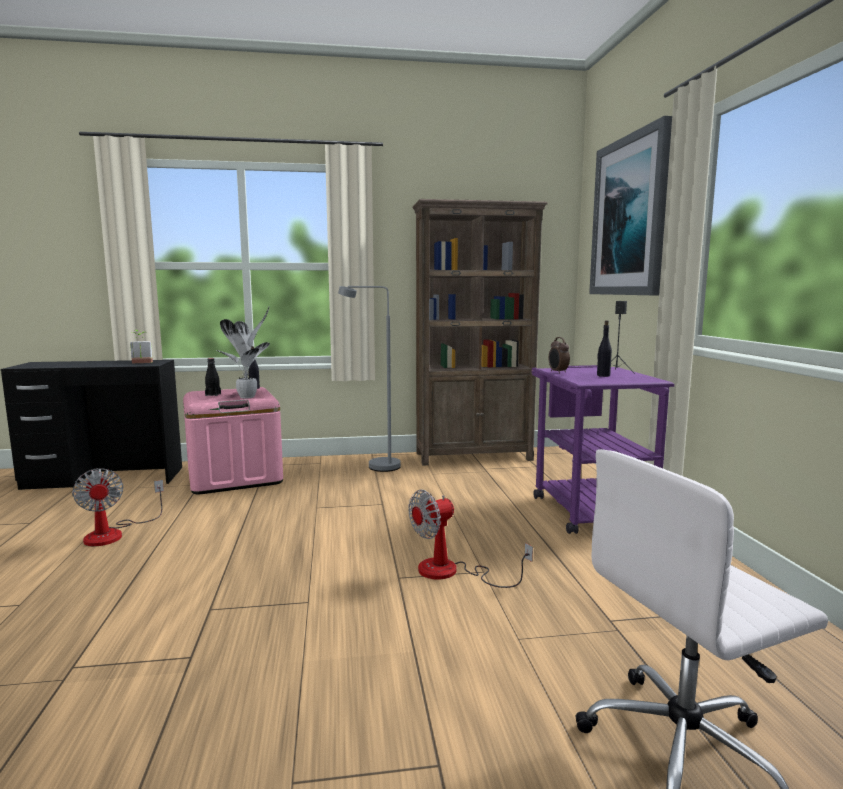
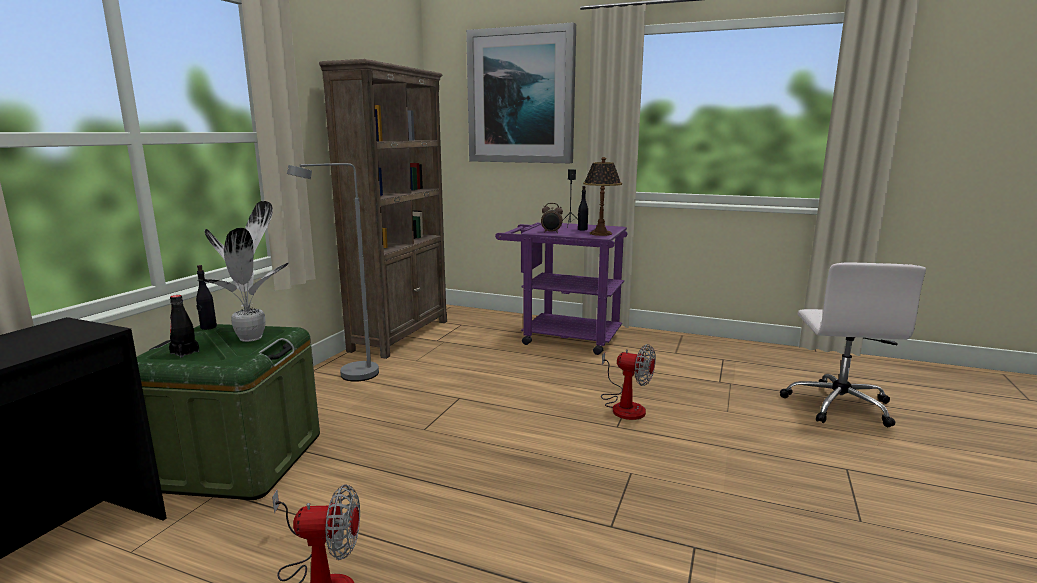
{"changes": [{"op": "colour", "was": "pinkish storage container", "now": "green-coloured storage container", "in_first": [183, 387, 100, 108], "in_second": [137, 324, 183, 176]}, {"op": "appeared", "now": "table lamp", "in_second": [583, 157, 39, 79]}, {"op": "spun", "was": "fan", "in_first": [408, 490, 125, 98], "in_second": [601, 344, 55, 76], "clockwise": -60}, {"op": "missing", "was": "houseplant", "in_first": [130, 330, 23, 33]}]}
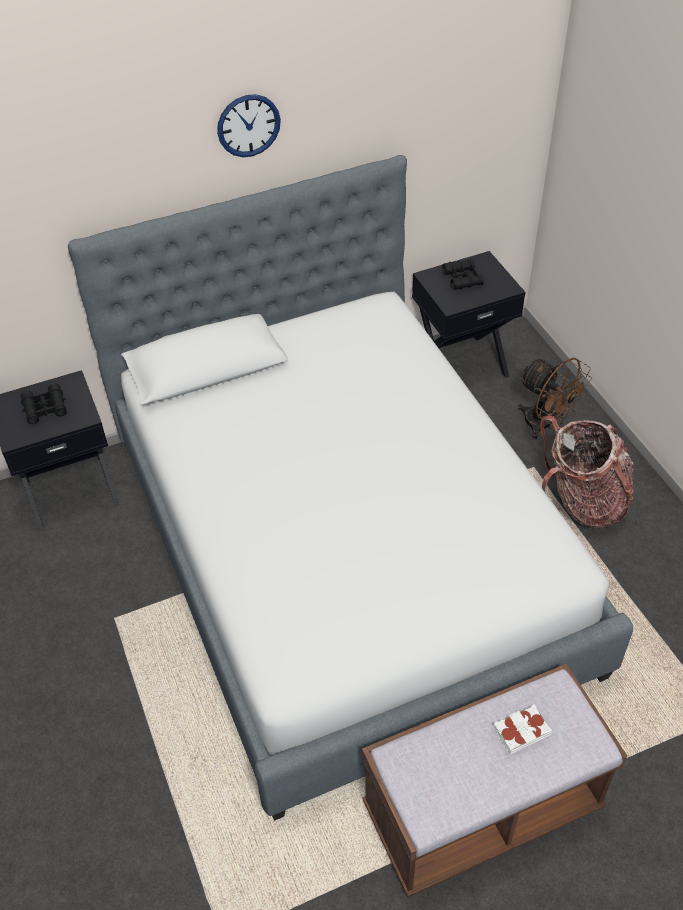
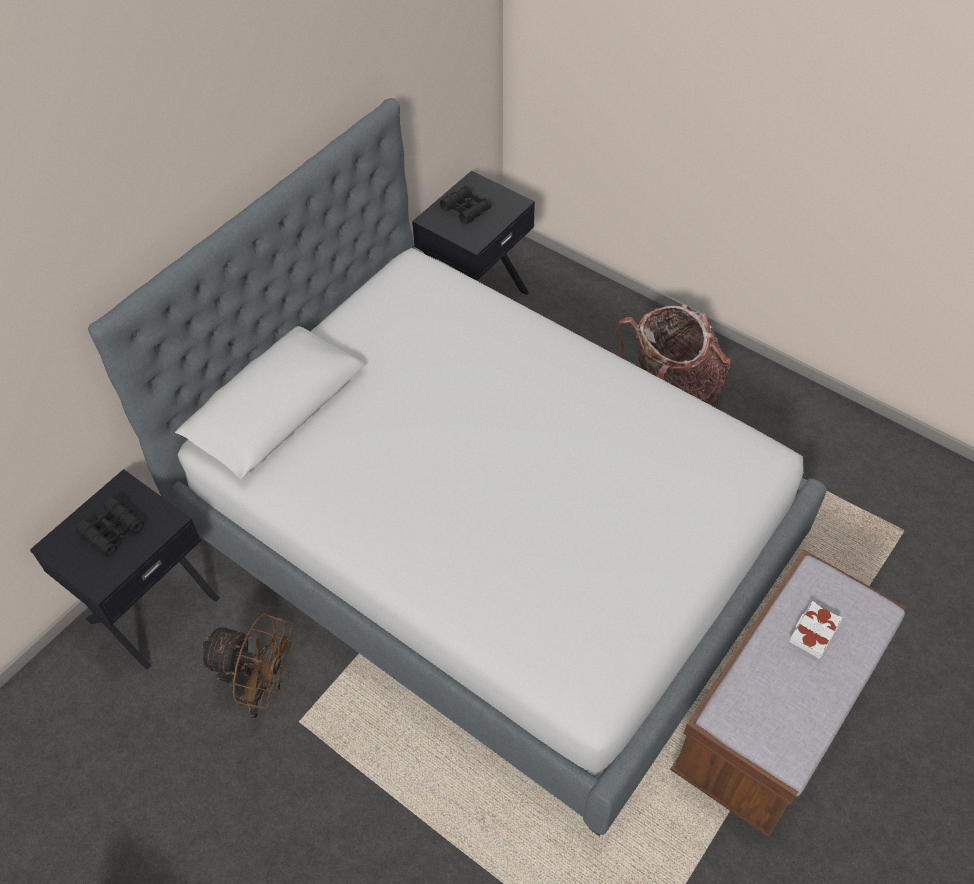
{"changes": [{"op": "relocated", "was": "brownish fan", "in_first": [517, 358, 75, 82], "in_second": [200, 613, 94, 106]}, {"op": "missing", "was": "wall clock", "in_first": [217, 94, 64, 63]}]}
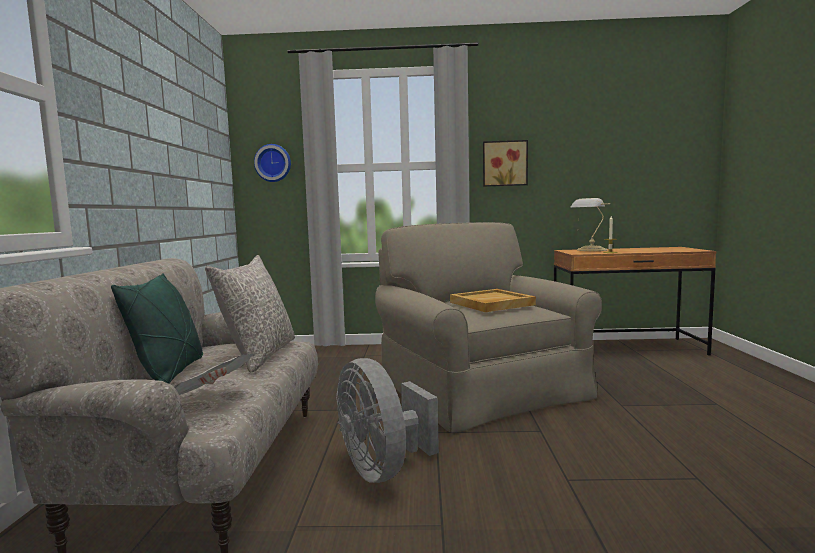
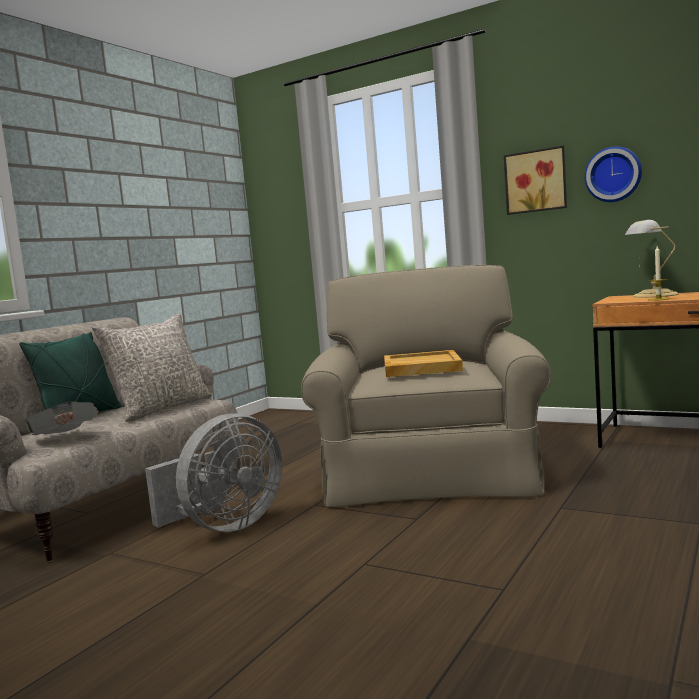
{"changes": [{"op": "spun", "was": "grey fan", "in_first": [336, 358, 103, 125], "in_second": [145, 413, 137, 119], "clockwise": -135}, {"op": "relocated", "was": "wall clock", "in_first": [254, 144, 37, 38], "in_second": [585, 146, 57, 56]}]}
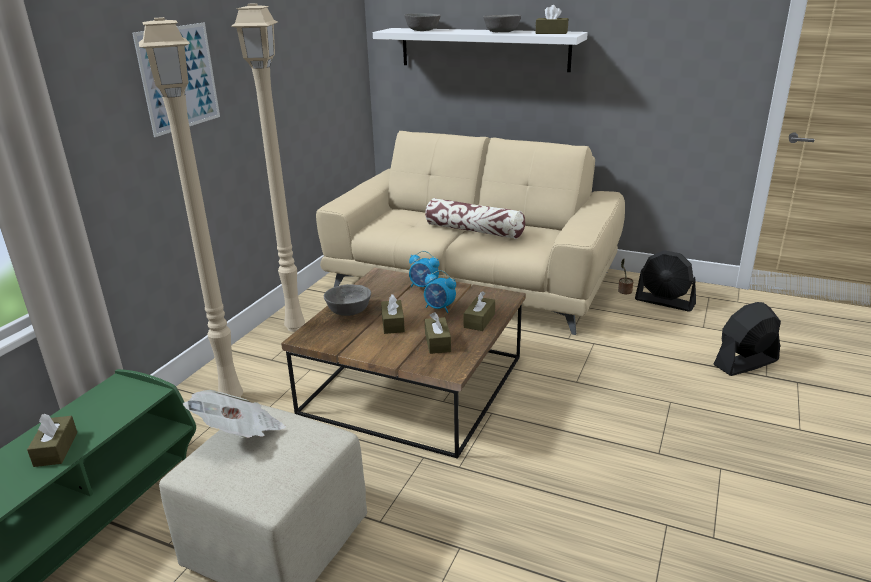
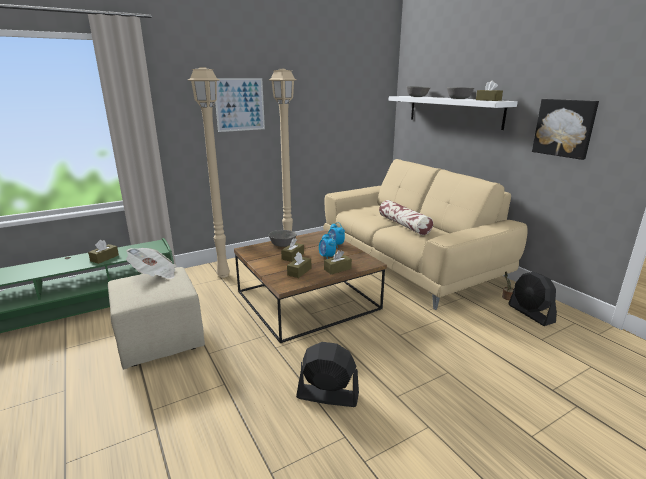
{"changes": [{"op": "relocated", "was": "black-coloured fan", "in_first": [713, 302, 68, 74], "in_second": [296, 342, 63, 65]}, {"op": "appeared", "now": "picture", "in_second": [532, 99, 67, 61]}]}
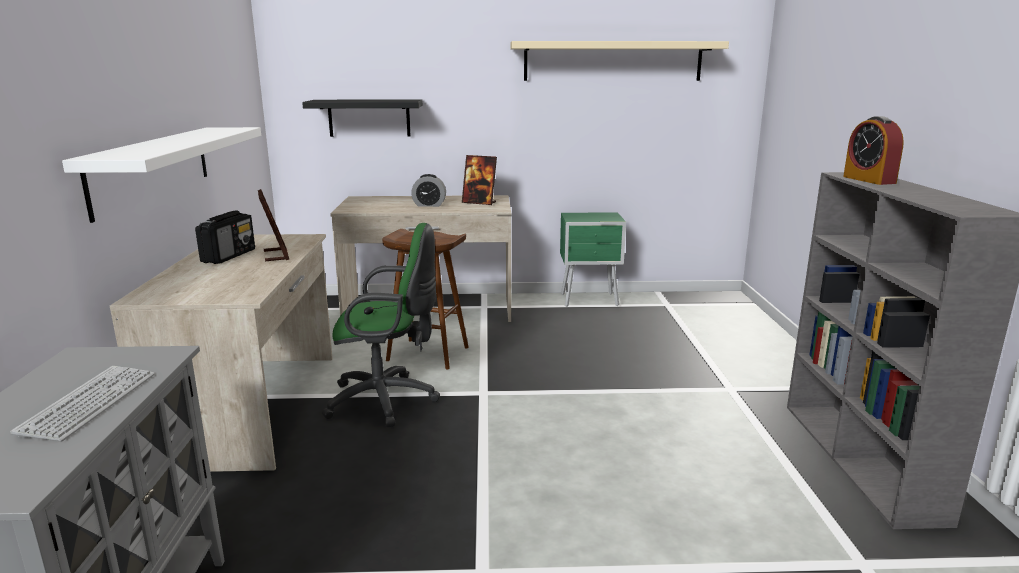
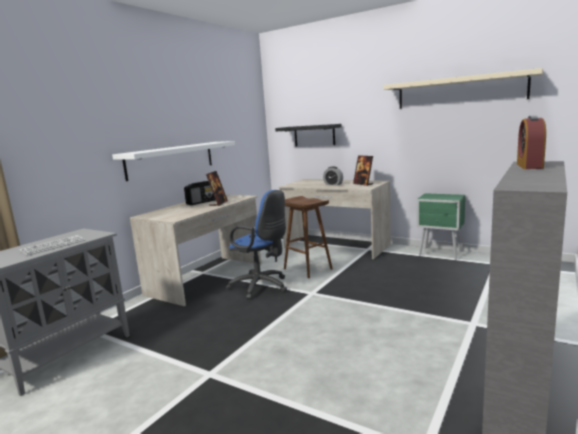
{"changes": [{"op": "colour", "was": "green-coloured office chair", "now": "blue-coloured office chair", "in_first": [322, 223, 118, 204], "in_second": [226, 190, 61, 110]}]}
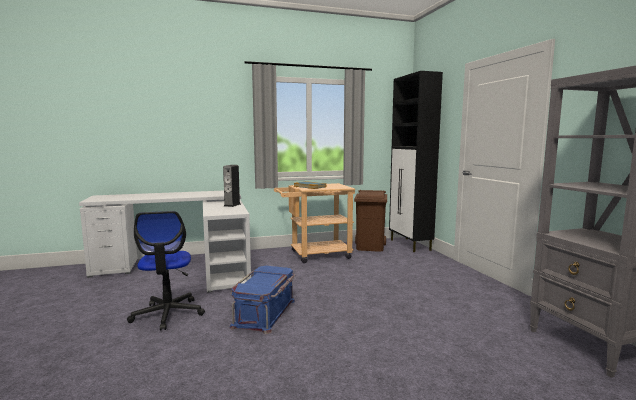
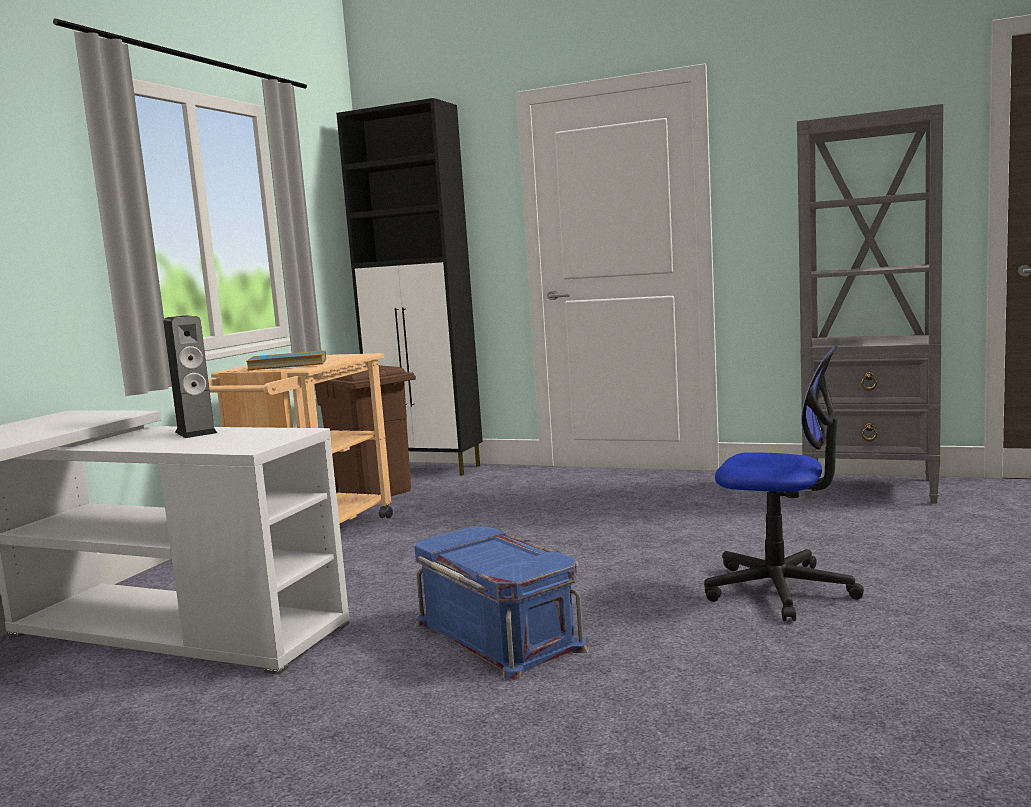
{"changes": [{"op": "relocated", "was": "office chair", "in_first": [127, 211, 78, 120], "in_second": [704, 345, 160, 276]}]}
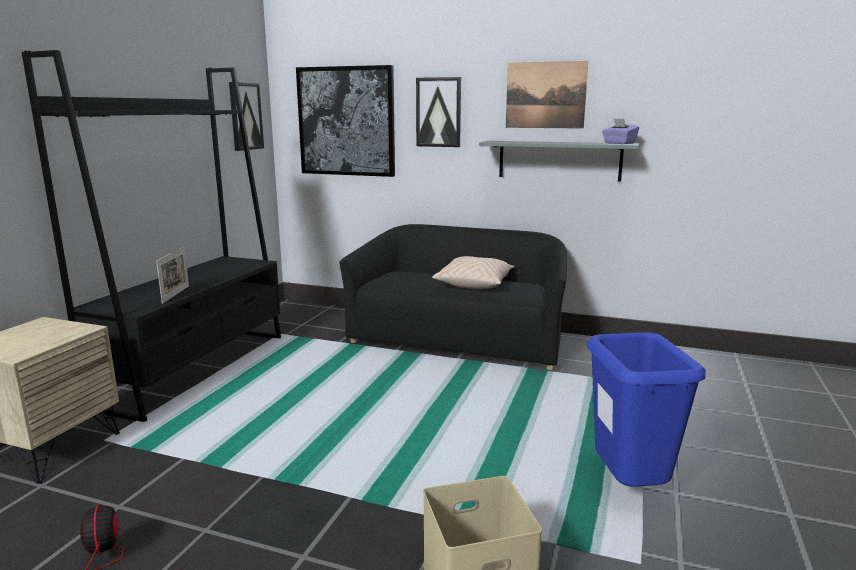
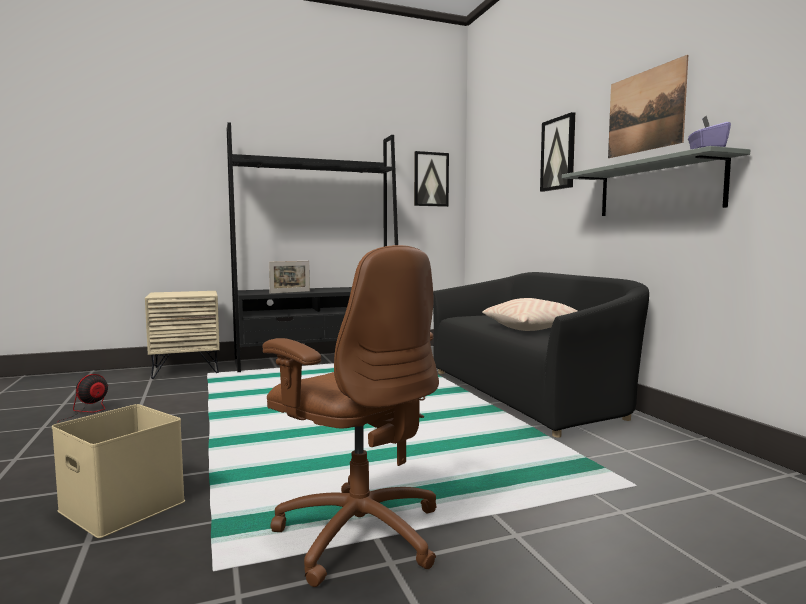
{"changes": [{"op": "exchanged", "was": "blue-coloured trash can", "now": "brownish office chair", "in_first": [587, 332, 119, 155], "in_second": [263, 245, 176, 342]}, {"op": "missing", "was": "picture", "in_first": [296, 65, 99, 112]}]}
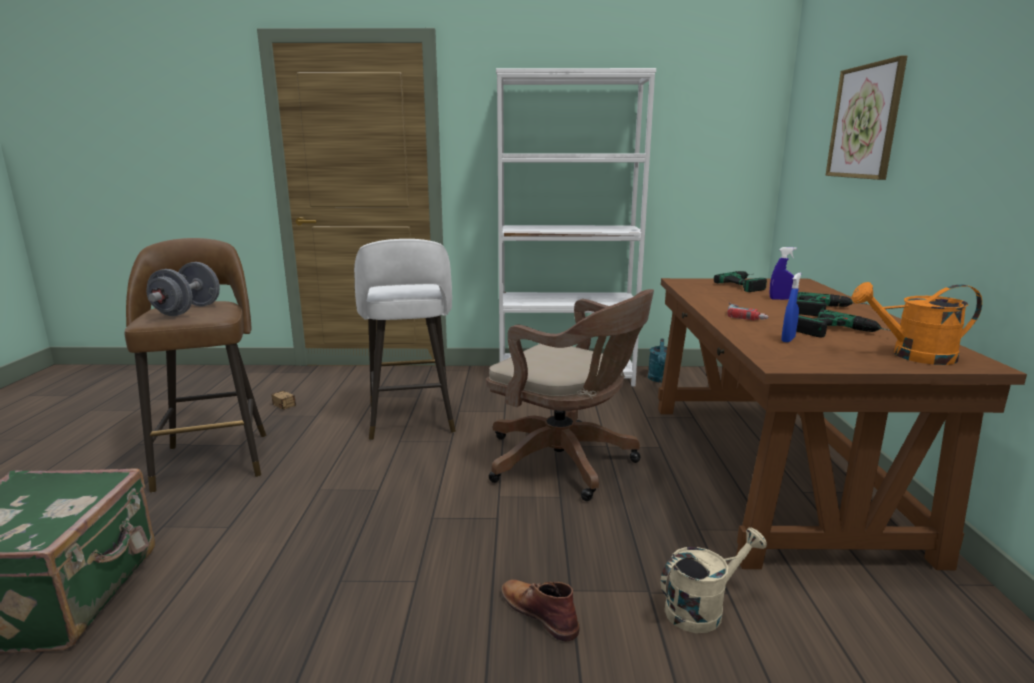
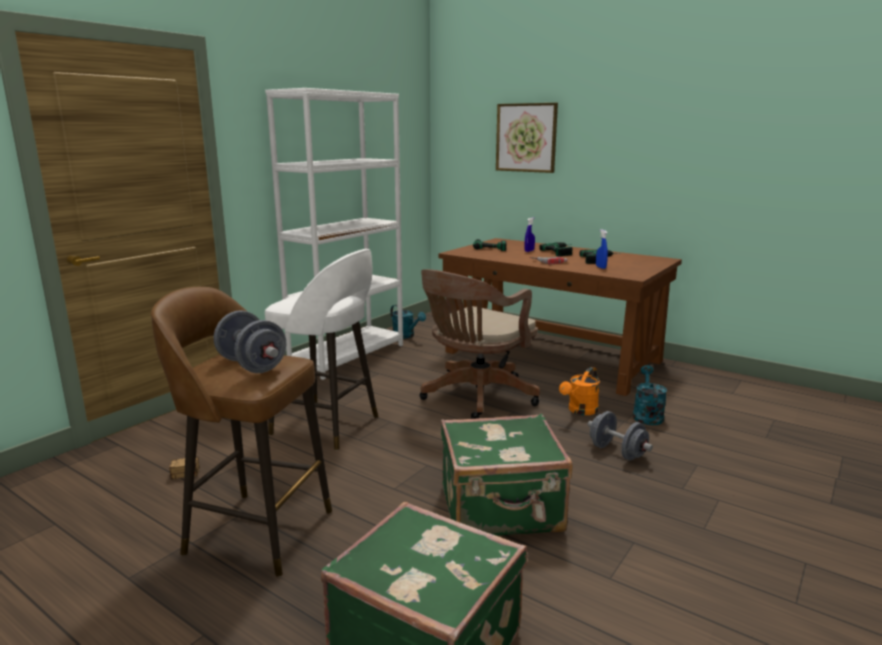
{"changes": [{"op": "spun", "was": "brownish office chair", "in_first": [486, 289, 168, 212], "in_second": [419, 269, 121, 150], "clockwise": 150}, {"op": "appeared", "now": "green-coloured piece of luggage", "in_second": [441, 413, 132, 123]}, {"op": "relocated", "was": "orangey watering pot", "in_first": [851, 282, 131, 83], "in_second": [559, 367, 41, 48]}, {"op": "exchanged", "was": "brownish high-top boot", "now": "grey hand weight", "in_first": [501, 579, 79, 62], "in_second": [588, 411, 65, 49]}, {"op": "colour", "was": "beige watering pot", "now": "blue-green watering pot", "in_first": [661, 528, 106, 105], "in_second": [633, 365, 34, 60]}]}
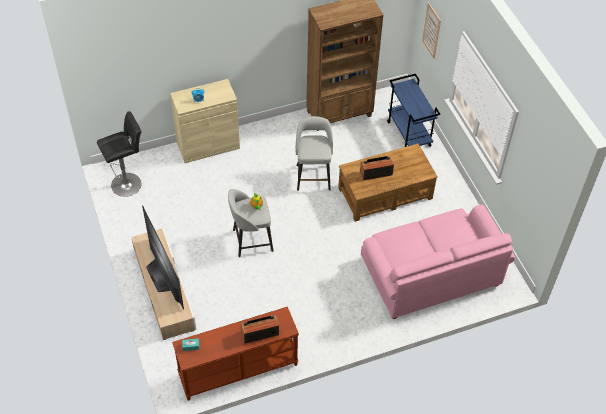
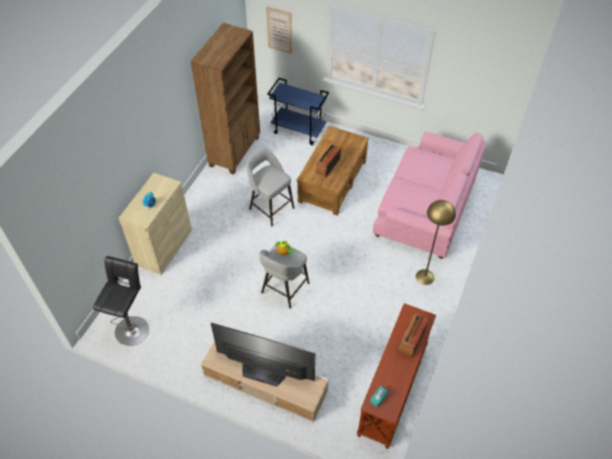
{"changes": [{"op": "appeared", "now": "yellowish standing lamp", "in_second": [416, 200, 40, 85]}]}
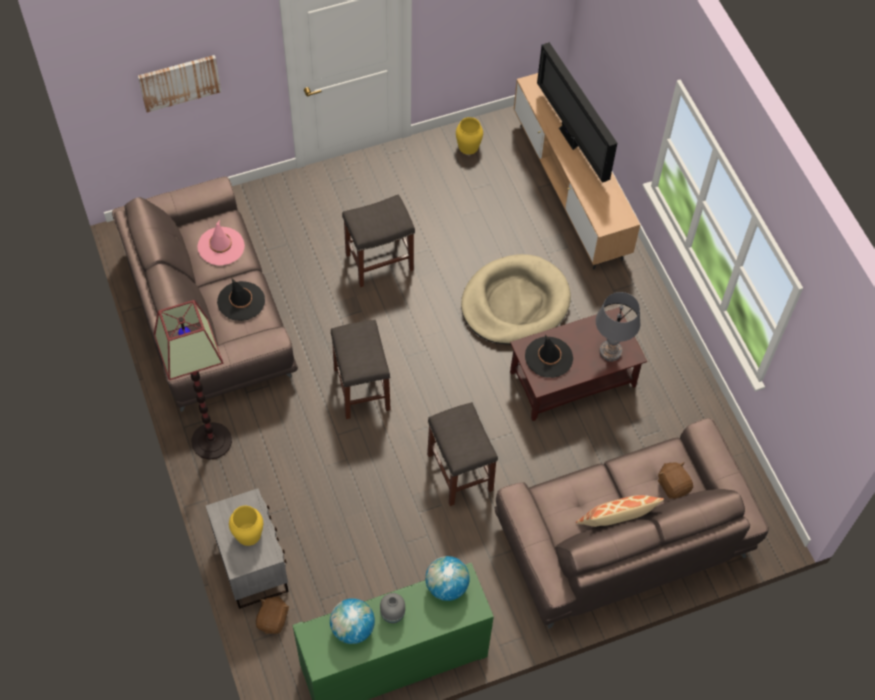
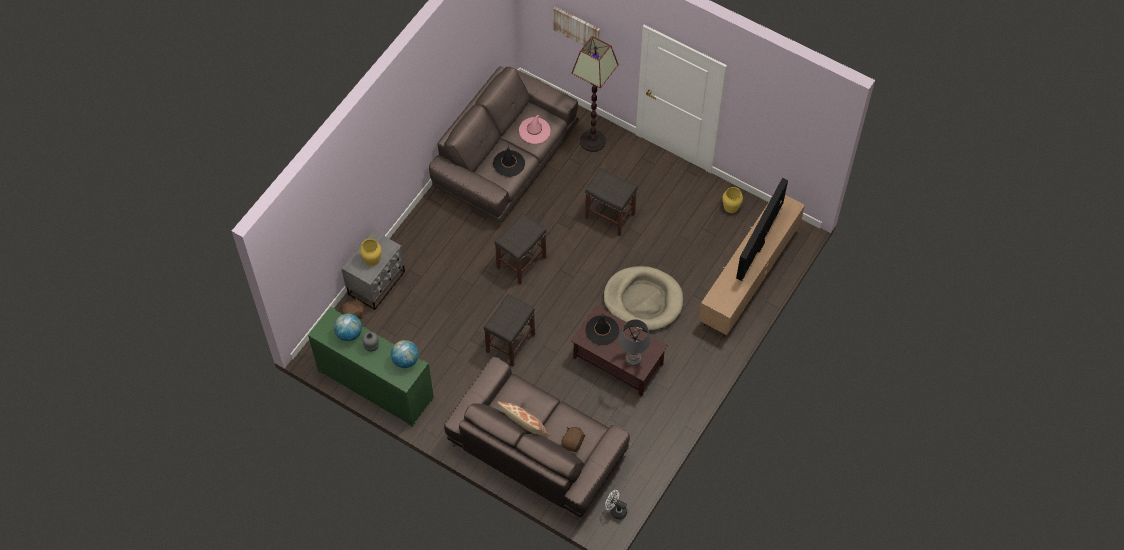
{"changes": [{"op": "relocated", "was": "standing lamp", "in_first": [154, 300, 78, 160], "in_second": [571, 36, 48, 116]}, {"op": "appeared", "now": "white-coloured fan", "in_second": [605, 490, 22, 30]}]}
